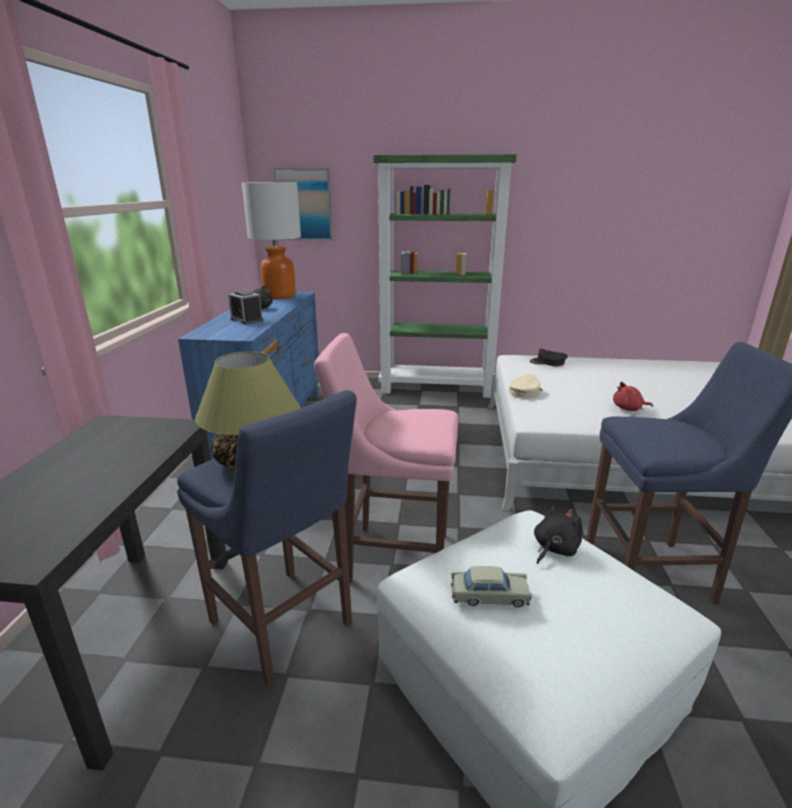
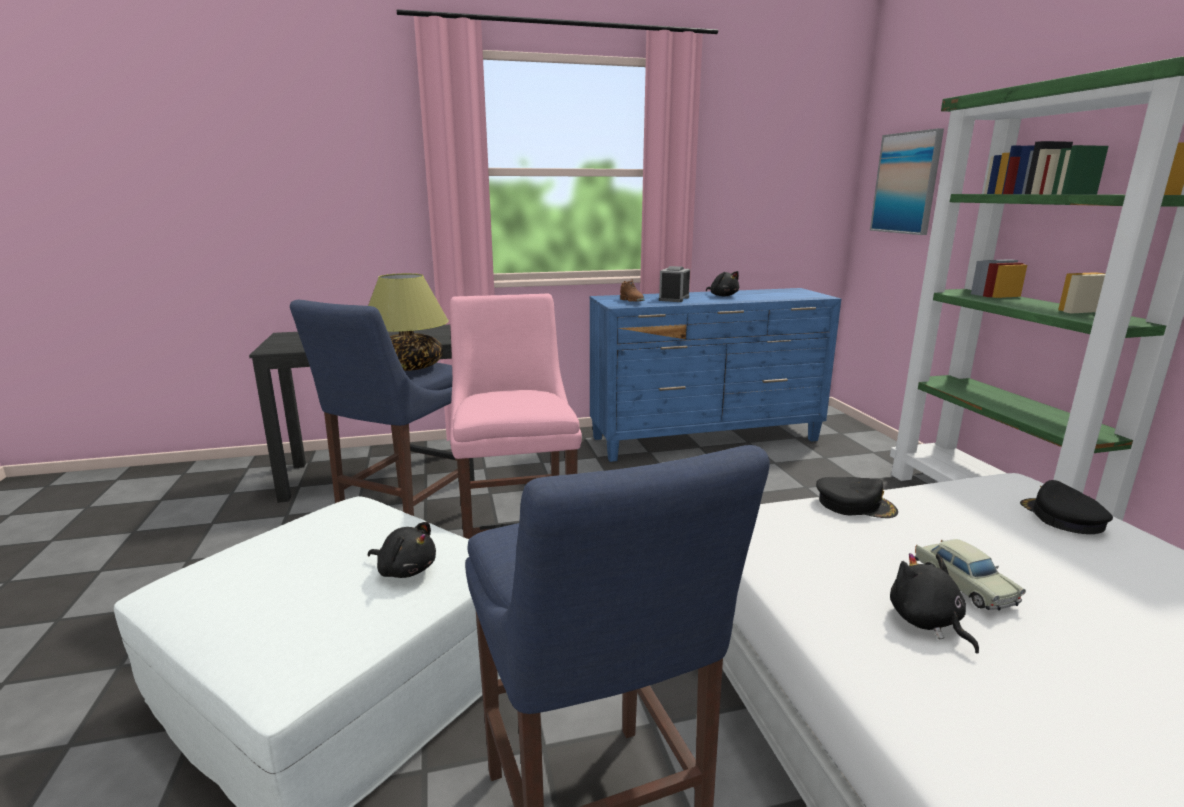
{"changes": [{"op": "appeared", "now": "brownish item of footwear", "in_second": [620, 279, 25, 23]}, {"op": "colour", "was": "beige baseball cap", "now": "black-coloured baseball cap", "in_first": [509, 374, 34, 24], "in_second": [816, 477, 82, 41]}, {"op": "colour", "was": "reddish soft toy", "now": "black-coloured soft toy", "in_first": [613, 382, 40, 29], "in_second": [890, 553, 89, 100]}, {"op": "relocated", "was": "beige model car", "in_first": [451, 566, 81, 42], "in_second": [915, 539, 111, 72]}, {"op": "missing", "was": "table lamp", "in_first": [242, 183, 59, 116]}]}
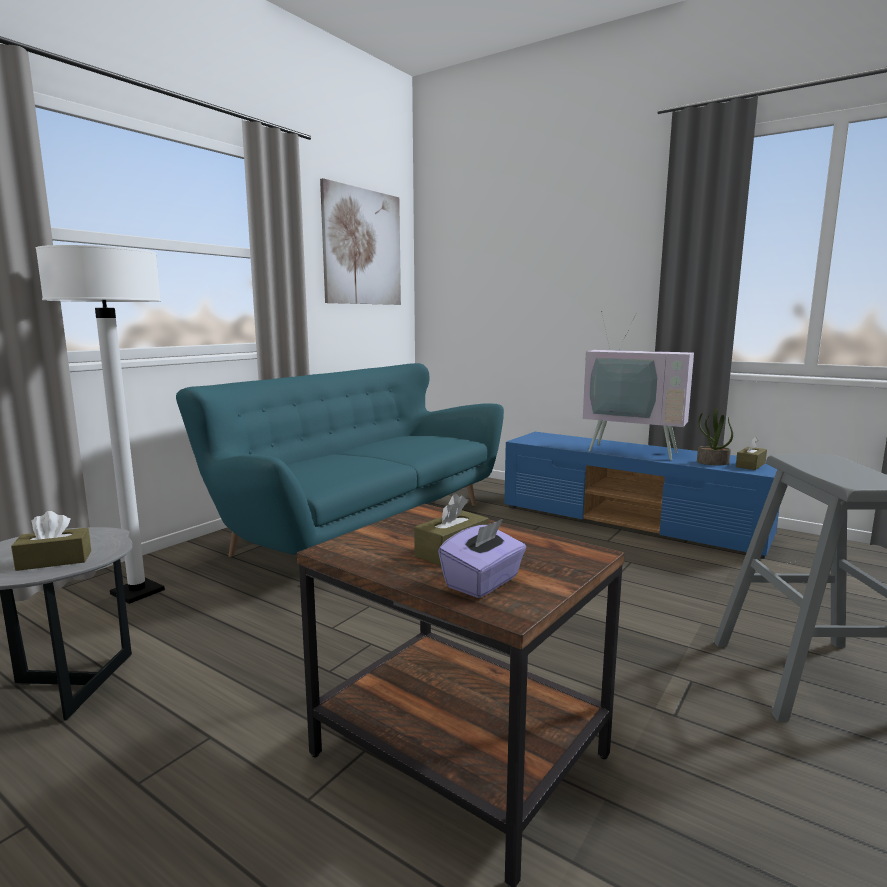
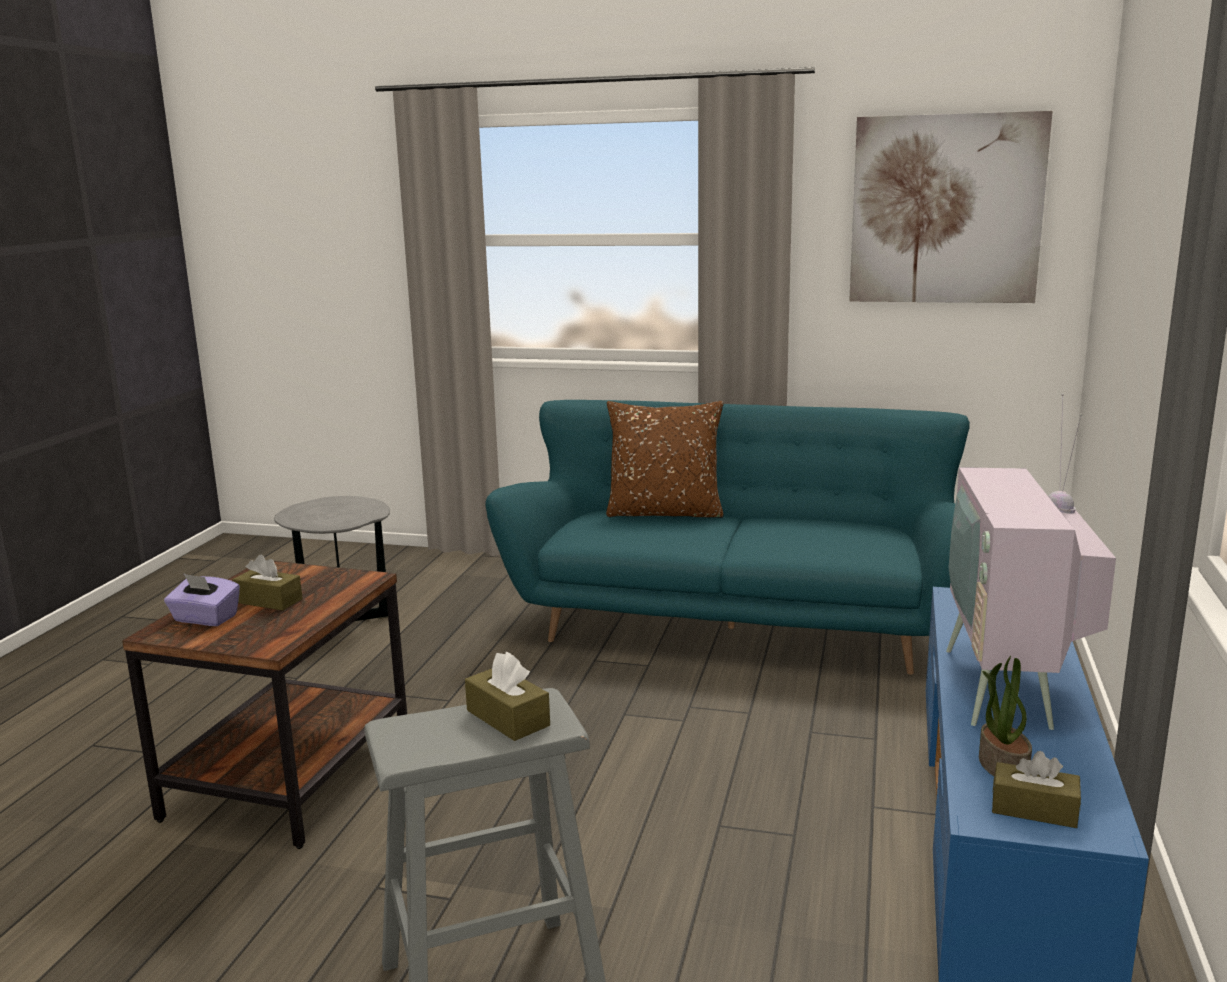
{"changes": [{"op": "relocated", "was": "brownish tissue holder", "in_first": [11, 511, 80, 60], "in_second": [465, 652, 85, 89]}, {"op": "appeared", "now": "brownish cushion", "in_second": [606, 401, 118, 117]}, {"op": "missing", "was": "white-coloured standing lamp", "in_first": [35, 245, 130, 359]}]}
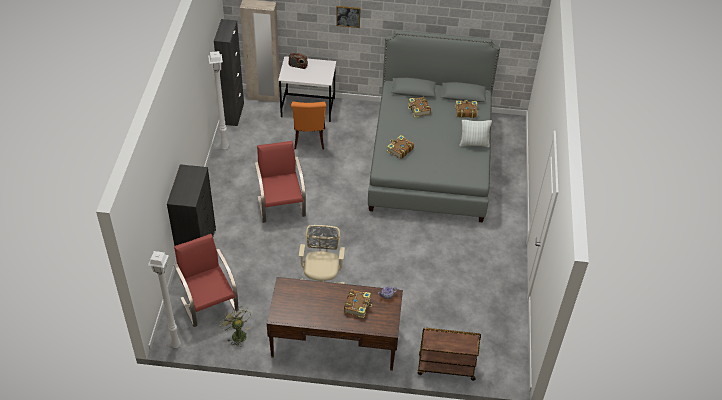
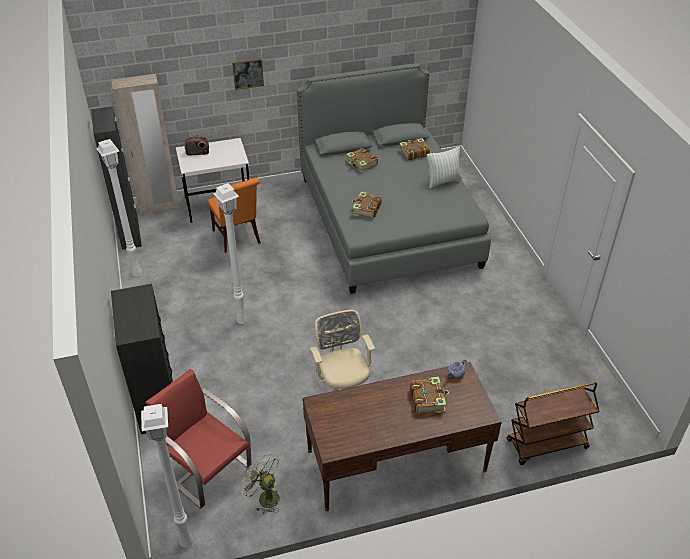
{"changes": [{"op": "exchanged", "was": "reddish armchair", "now": "white-coloured standing lamp", "in_first": [255, 141, 51, 82], "in_second": [213, 183, 34, 141]}]}
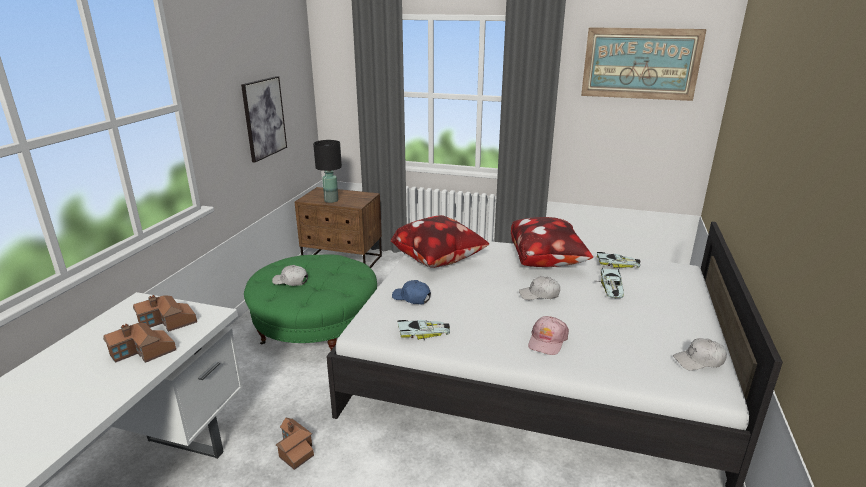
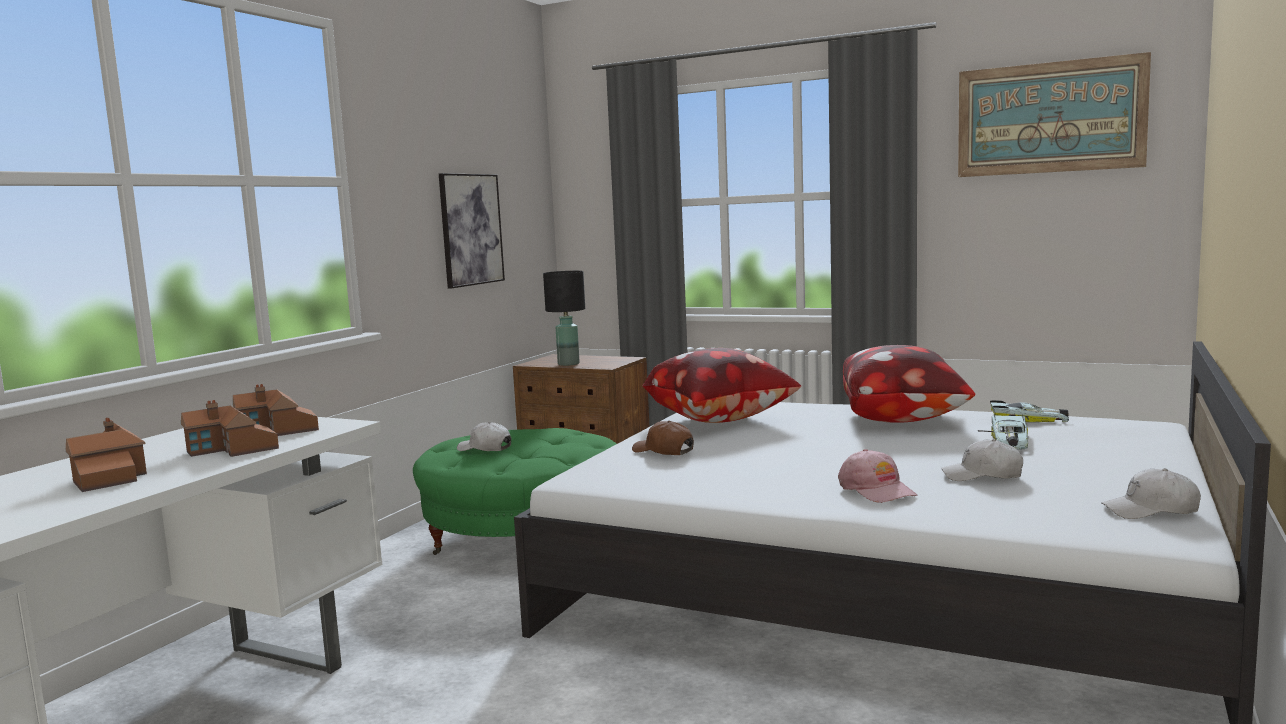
{"changes": [{"op": "relocated", "was": "miniature house", "in_first": [276, 418, 38, 52], "in_second": [66, 418, 81, 74]}, {"op": "colour", "was": "blue-coloured baseball cap", "now": "brownish baseball cap", "in_first": [392, 280, 39, 24], "in_second": [632, 421, 62, 34]}, {"op": "spun", "was": "pinkish baseball cap", "in_first": [528, 316, 41, 39], "in_second": [838, 449, 79, 54], "clockwise": -60}, {"op": "relocated", "was": "white-coloured baseball cap", "in_first": [519, 276, 41, 24], "in_second": [941, 439, 82, 42]}, {"op": "missing", "was": "model car", "in_first": [397, 320, 53, 21]}]}
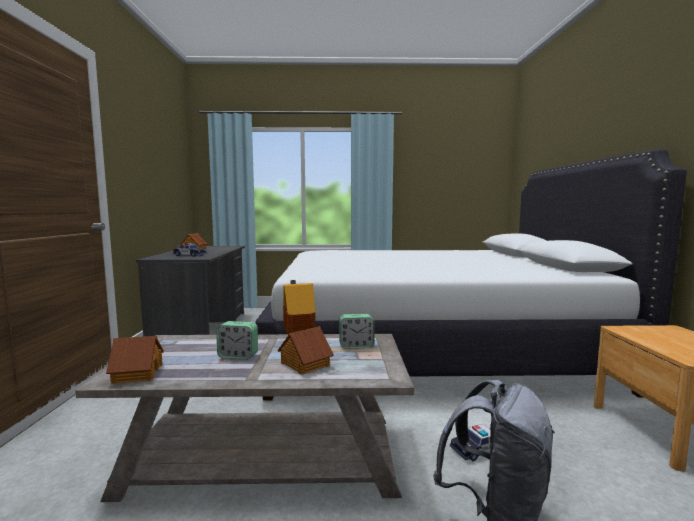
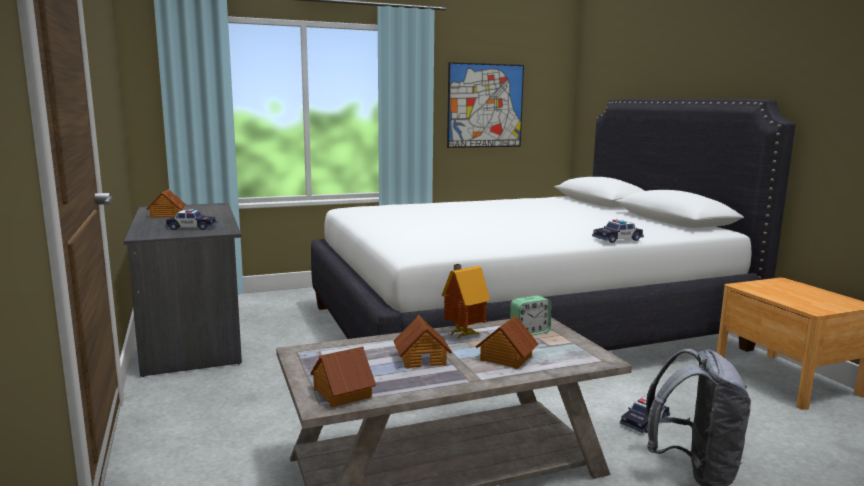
{"changes": [{"op": "exchanged", "was": "bedside clock", "now": "miniature house", "in_first": [217, 321, 41, 38], "in_second": [394, 315, 58, 54]}, {"op": "appeared", "now": "picture", "in_second": [447, 62, 77, 86]}, {"op": "appeared", "now": "model car", "in_second": [592, 220, 52, 23]}]}
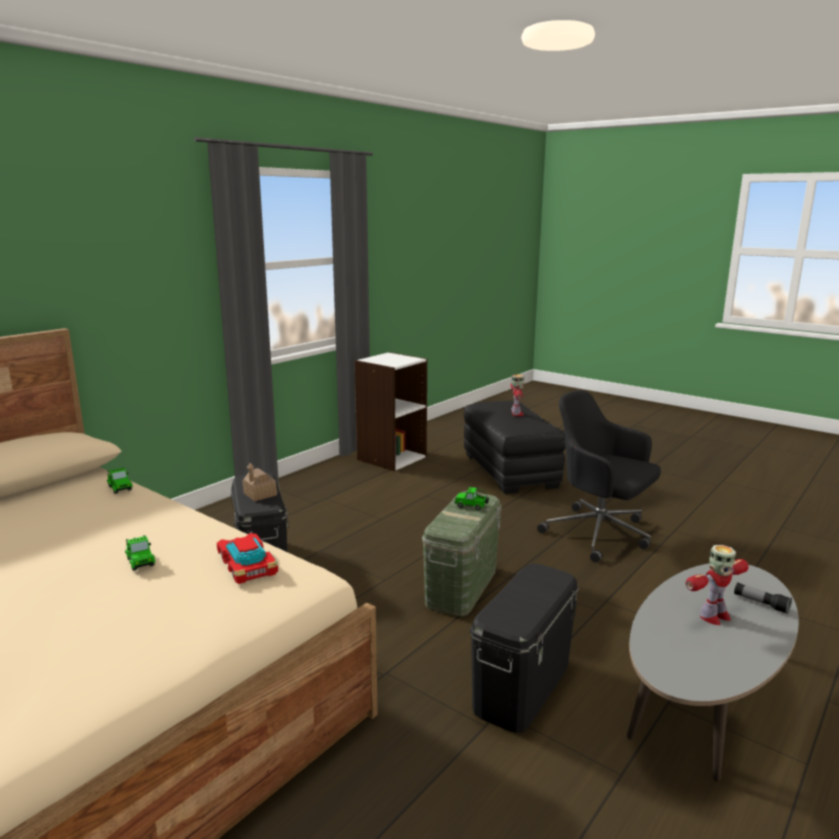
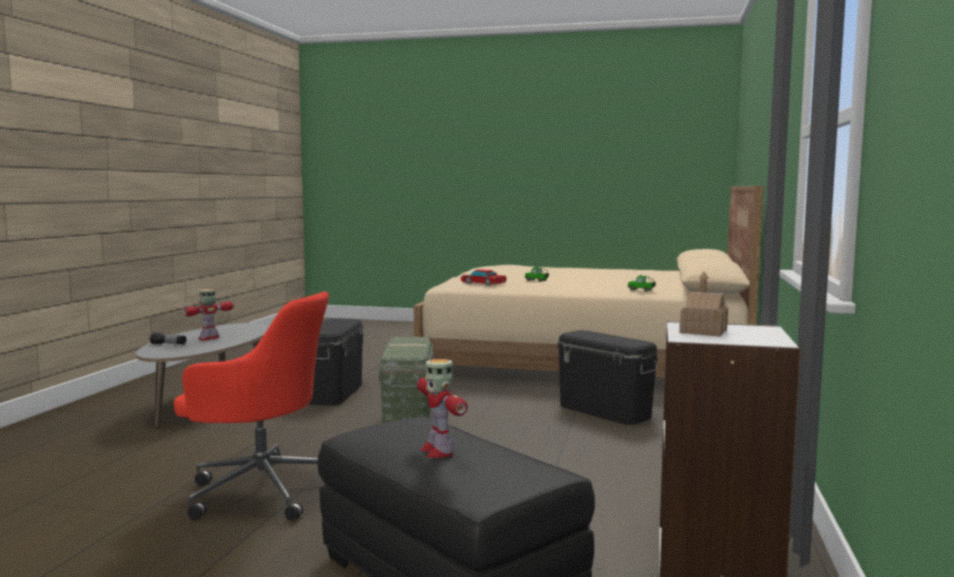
{"changes": [{"op": "colour", "was": "black-coloured office chair", "now": "reddish office chair", "in_first": [537, 390, 124, 173], "in_second": [174, 291, 155, 230]}, {"op": "relocated", "was": "miniature house", "in_first": [243, 463, 34, 38], "in_second": [679, 271, 49, 66]}, {"op": "missing", "was": "model car", "in_first": [455, 487, 34, 24]}]}
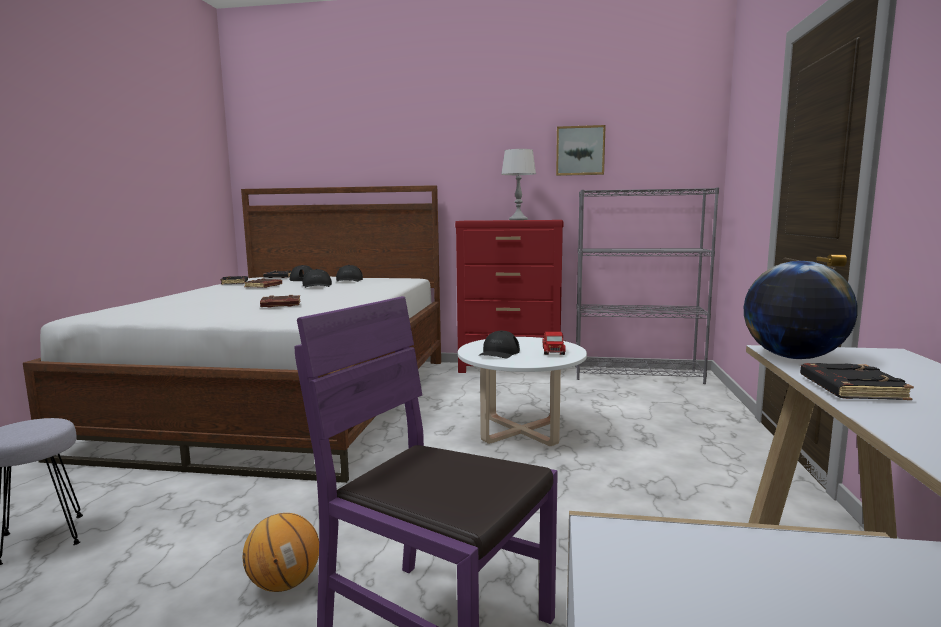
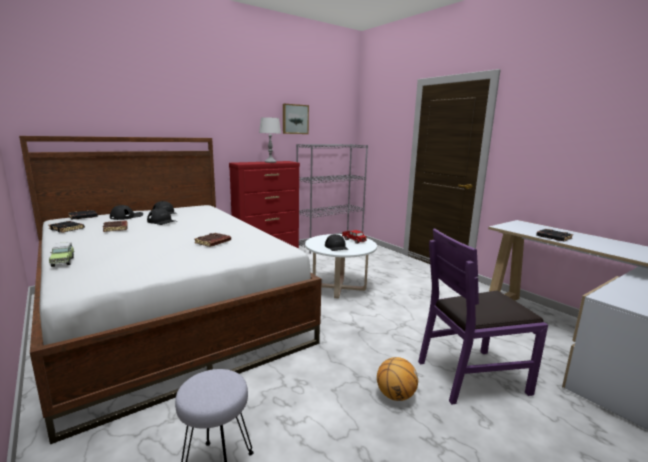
{"changes": [{"op": "appeared", "now": "model car", "in_second": [49, 242, 25, 25]}, {"op": "missing", "was": "world globe", "in_first": [744, 261, 114, 98]}]}
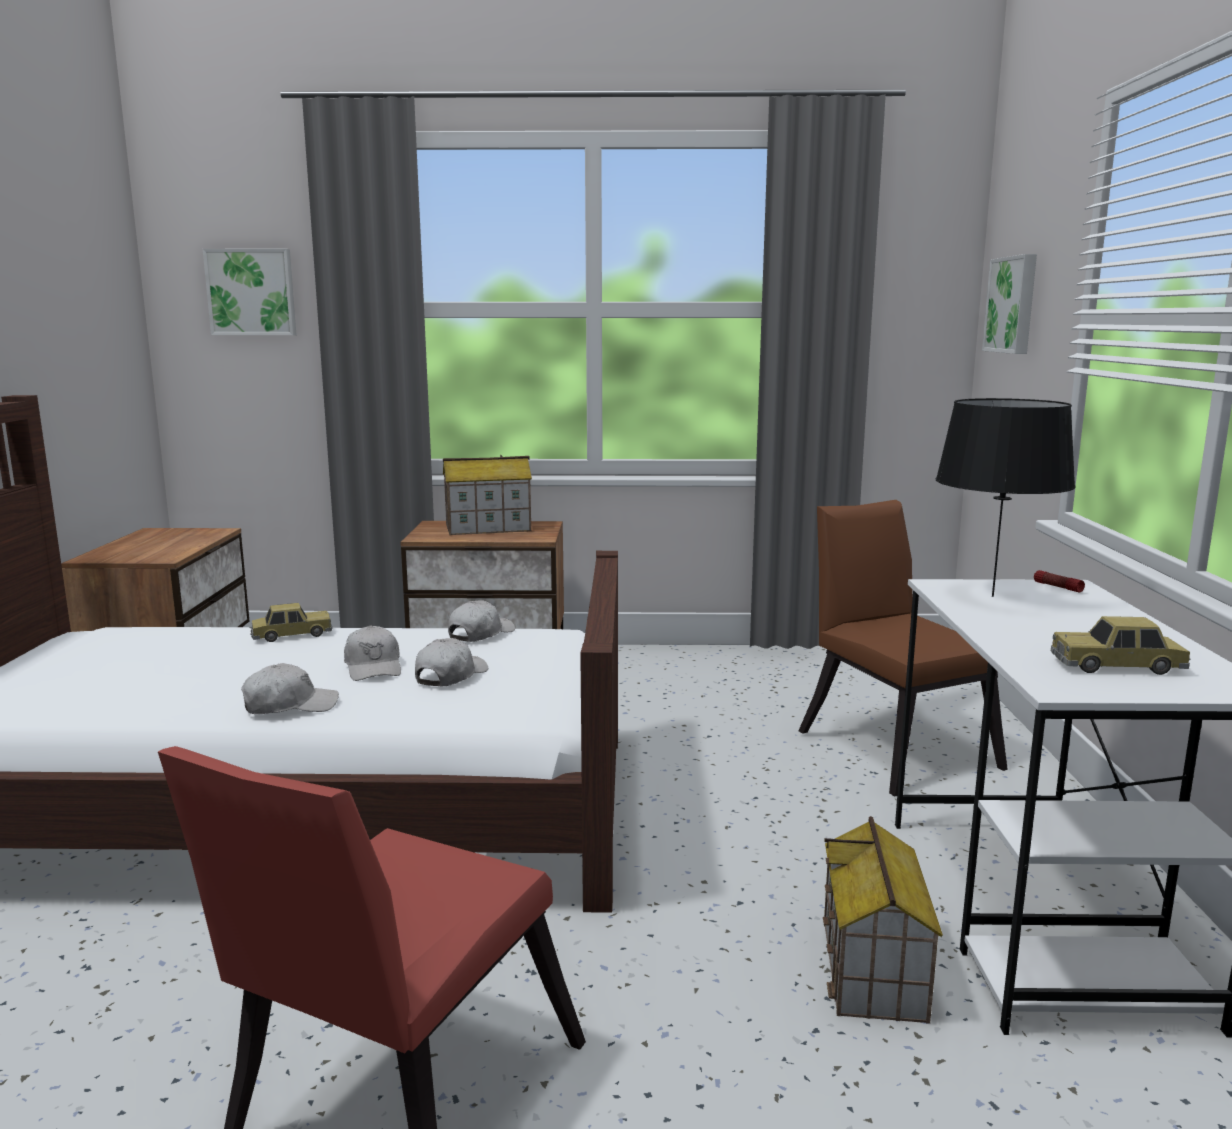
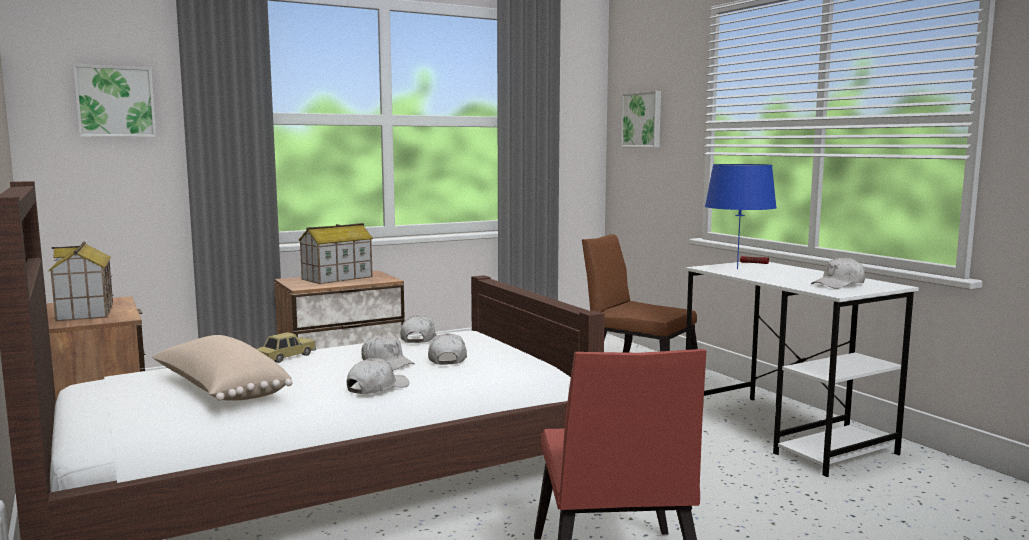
{"changes": [{"op": "relocated", "was": "miniature house", "in_first": [823, 816, 120, 208], "in_second": [48, 241, 66, 81]}, {"op": "appeared", "now": "beige cushion", "in_second": [152, 335, 141, 66]}, {"op": "colour", "was": "black-coloured table lamp", "now": "blue-coloured table lamp", "in_first": [936, 398, 140, 199], "in_second": [705, 164, 72, 105]}, {"op": "exchanged", "was": "model car", "now": "white-coloured baseball cap", "in_first": [1051, 616, 140, 59], "in_second": [811, 257, 54, 32]}]}
